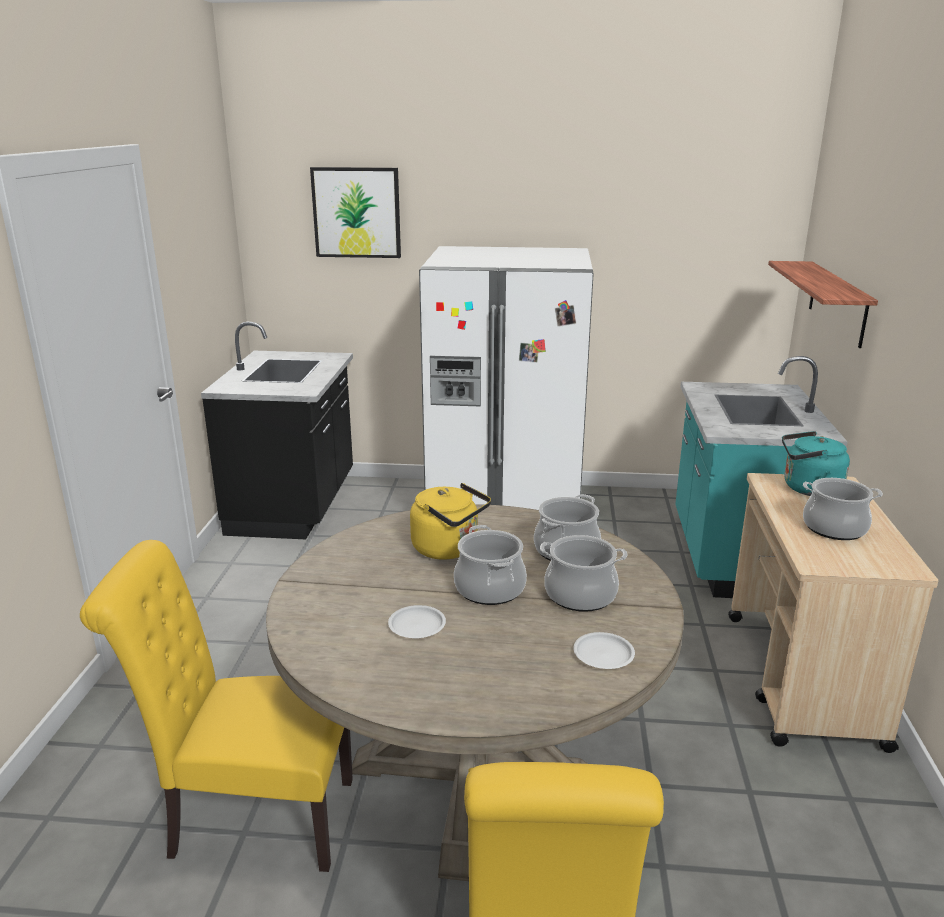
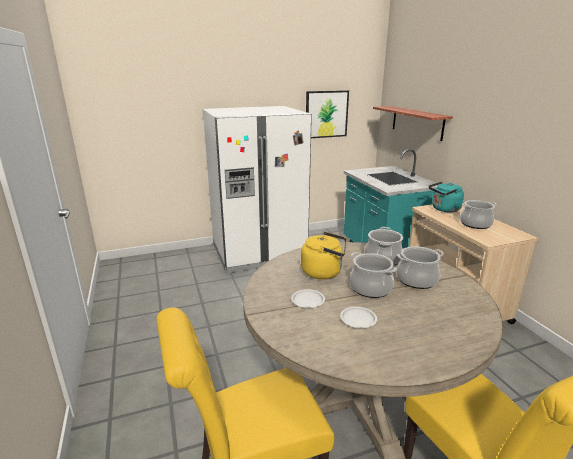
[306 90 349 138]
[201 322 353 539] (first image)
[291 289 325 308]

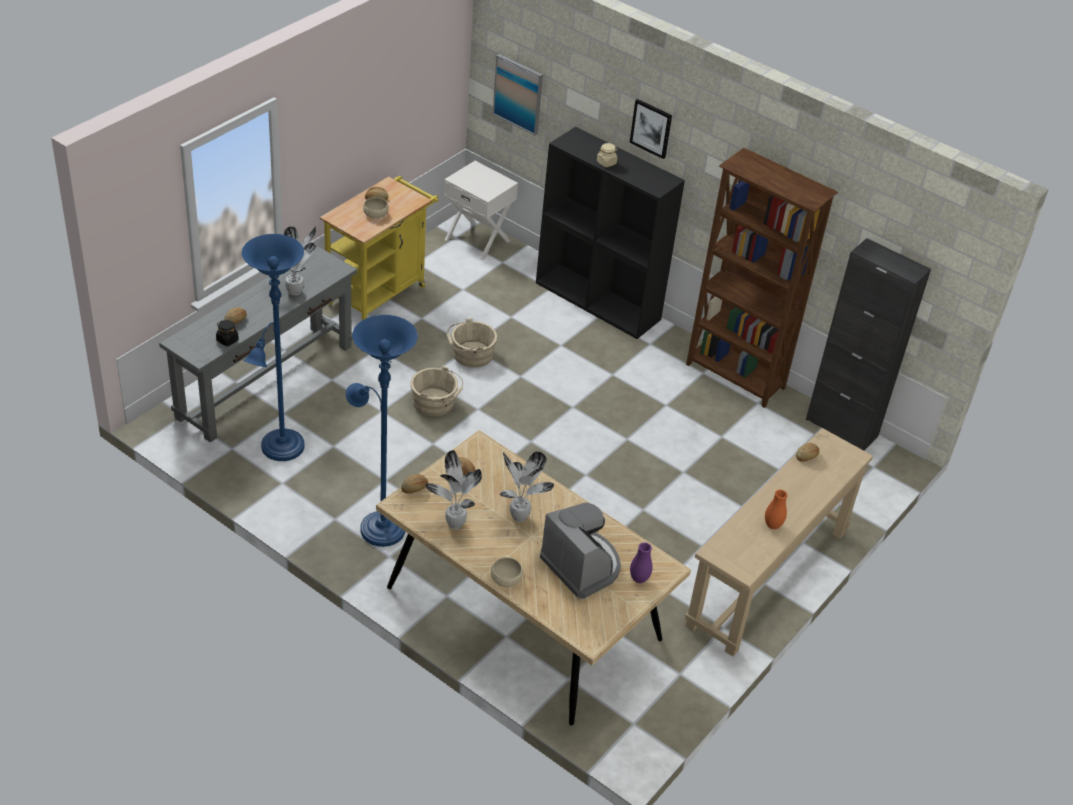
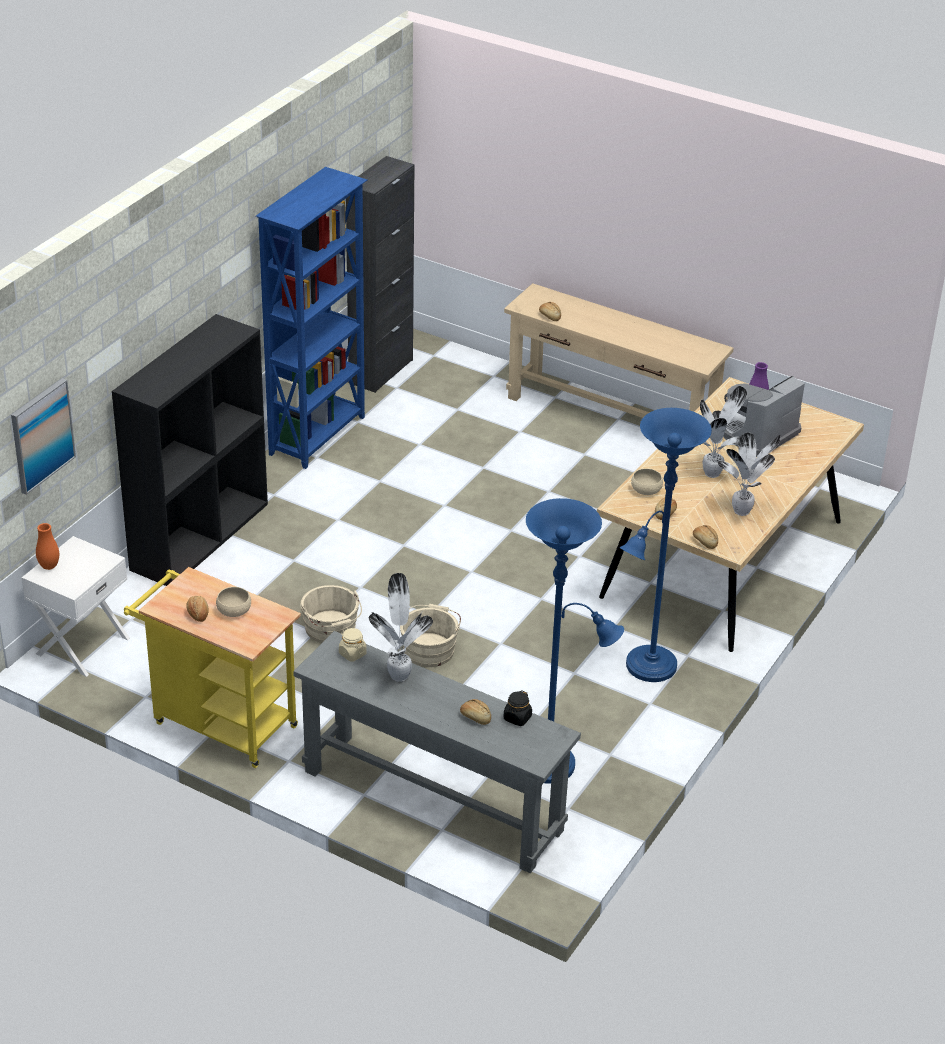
[630 99 672 159] (first image)
[339 628 367 662]
[256 167 367 469]
[36 523 59 570]
[631 468 663 495]

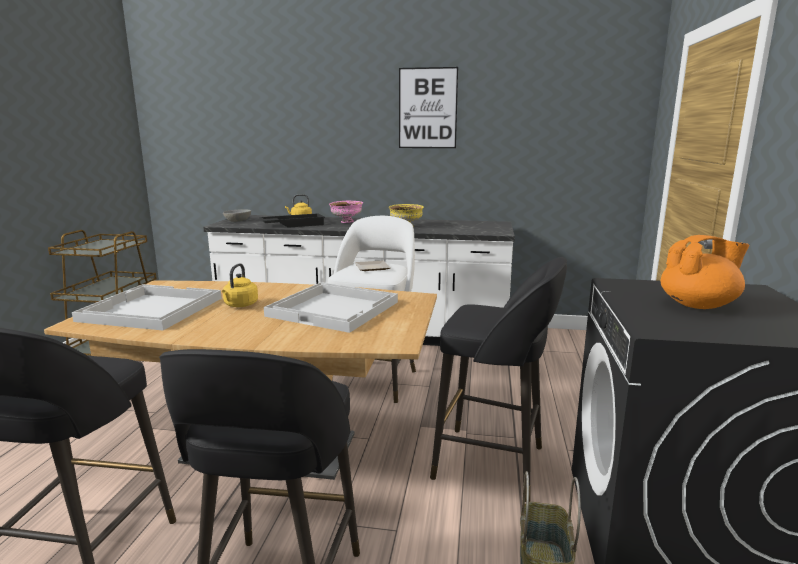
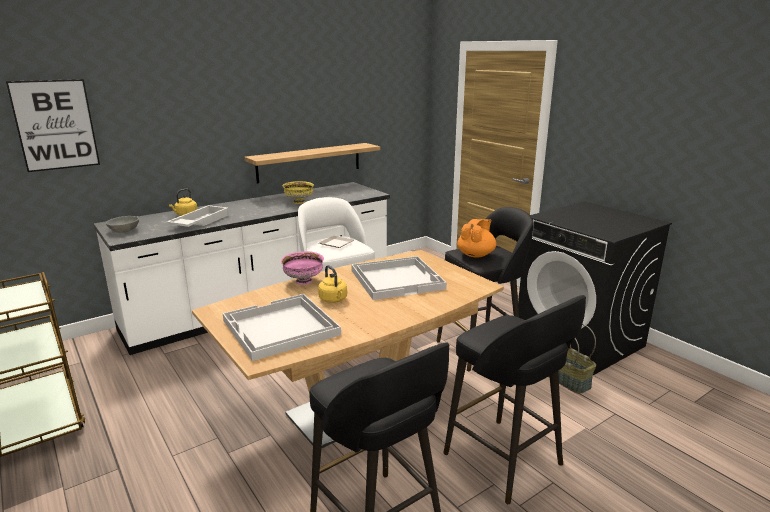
[6 79 100 172]
[281 251 324 285]
[166 205 228 227]
[457 219 496 257]
[244 143 380 184]

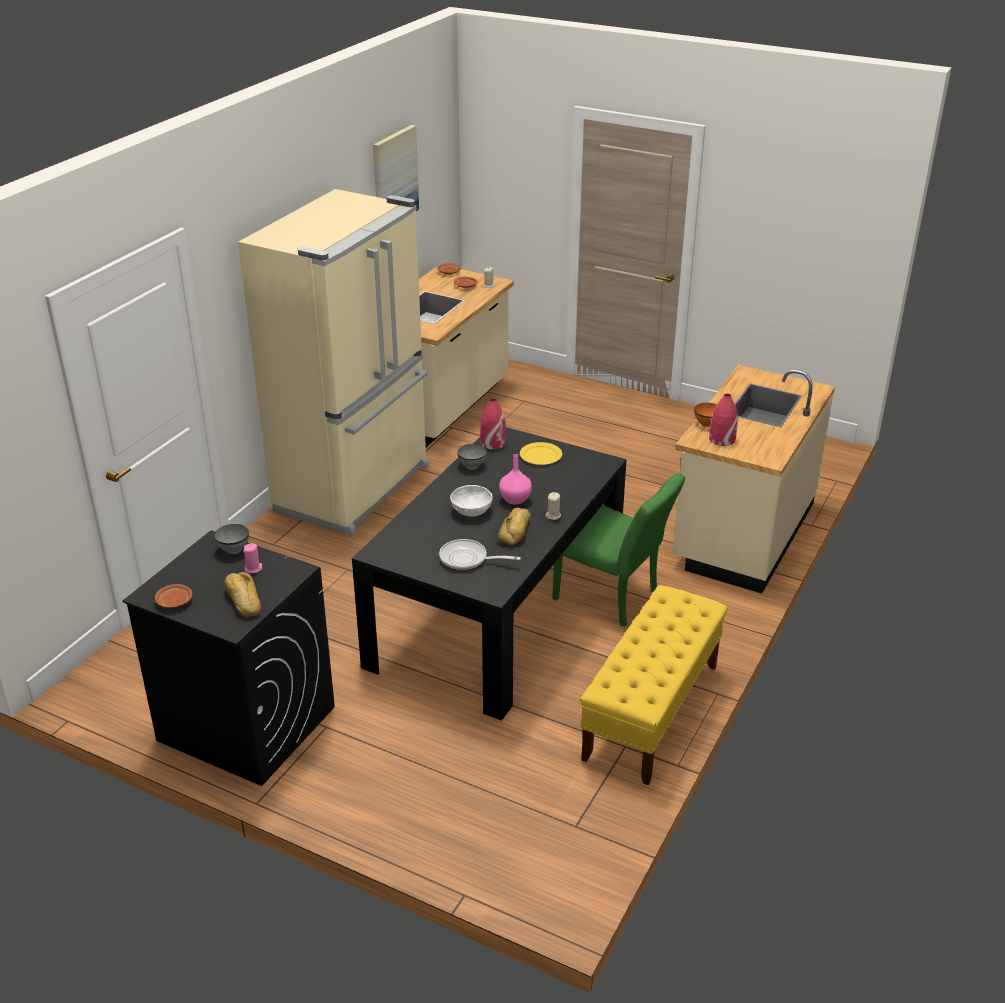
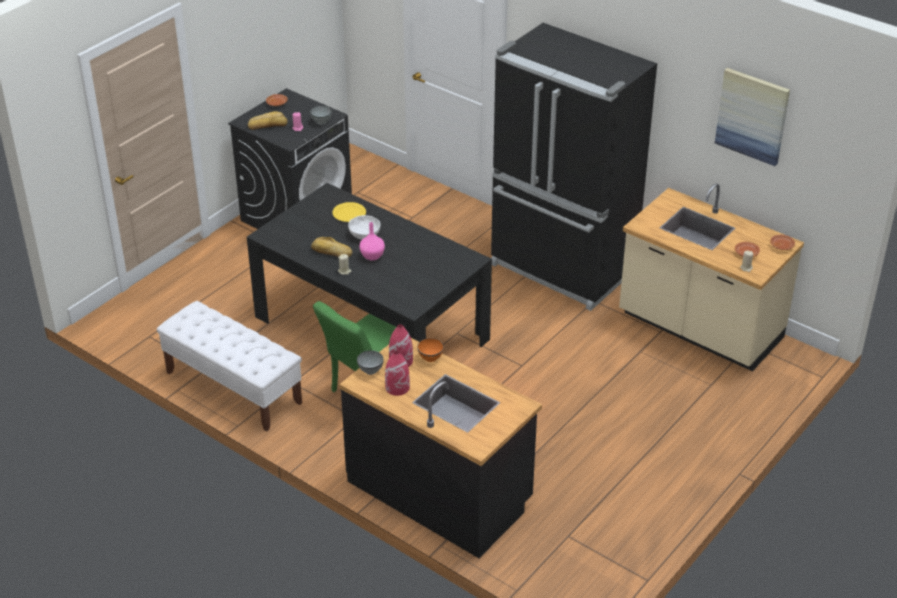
[491 23 657 311]
[339 338 542 558]
[385 350 410 396]
[332 202 366 222]
[357 350 384 375]
[439 539 521 570] (first image)
[157 301 302 431]

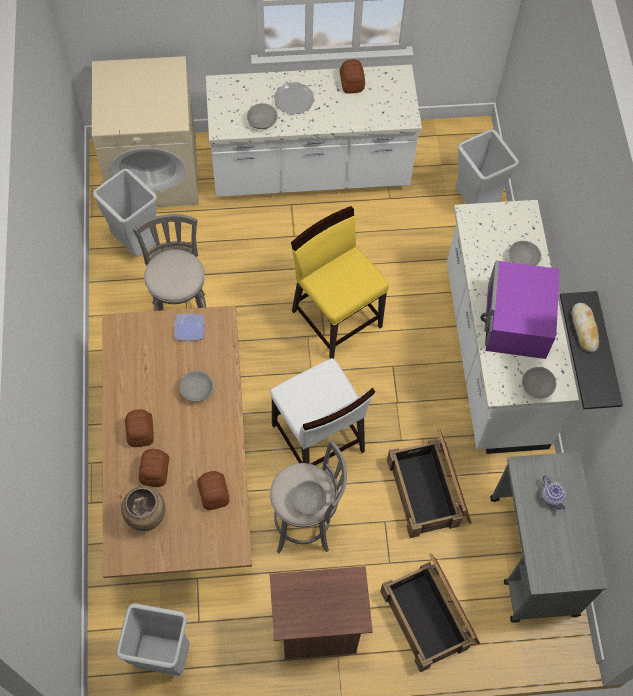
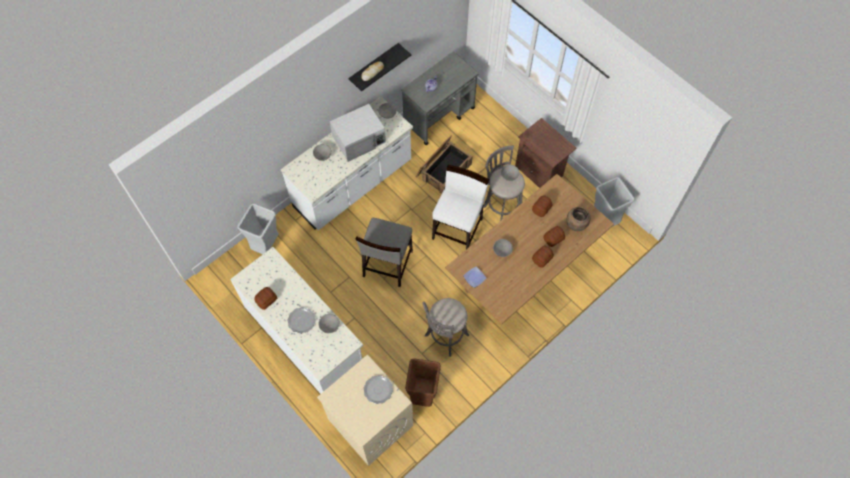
[405 358 441 407]
[356 218 413 287]
[330 104 386 162]
[380 553 480 672] (first image)
[363 375 393 404]

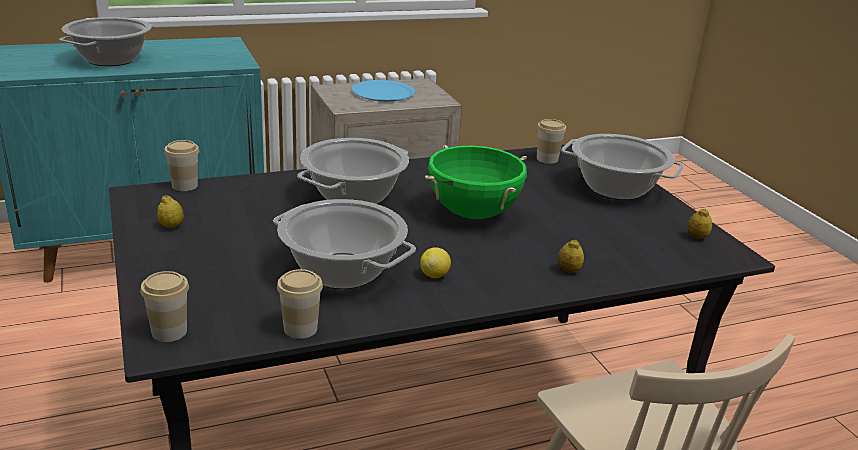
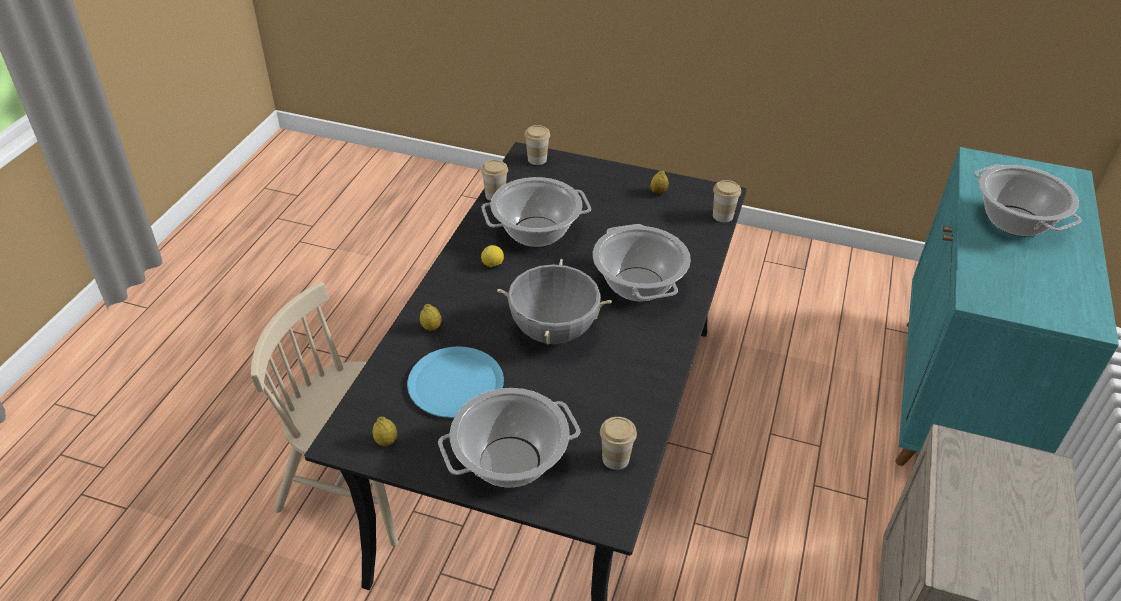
[407 347 504 418]
[497 259 612 344]

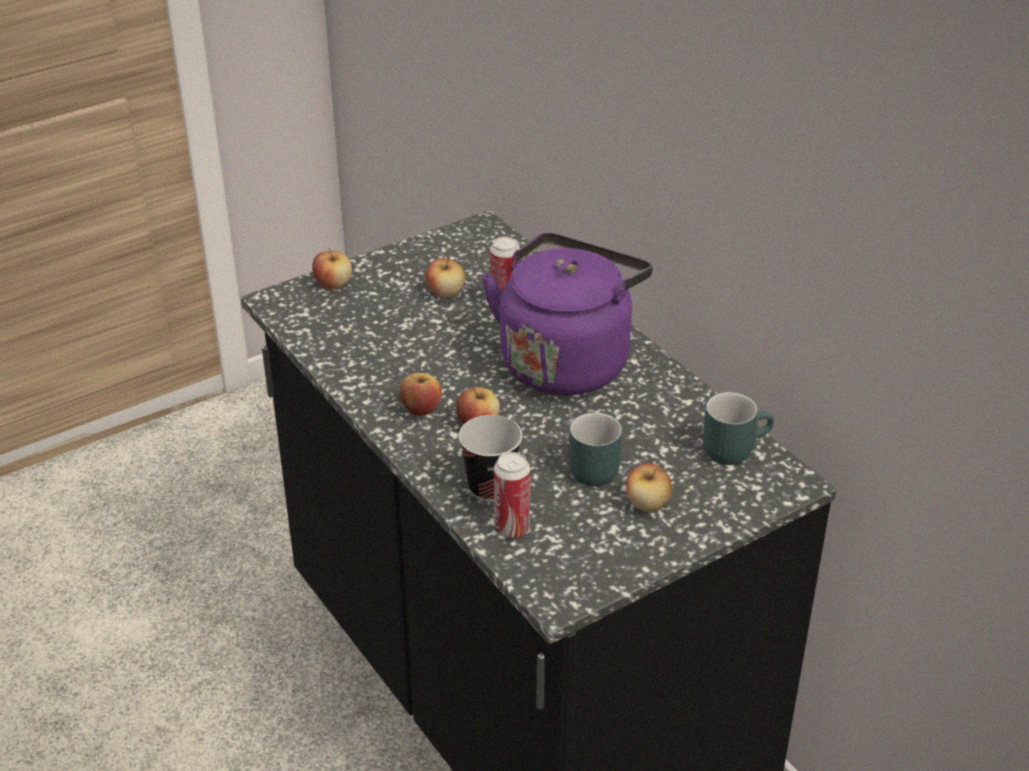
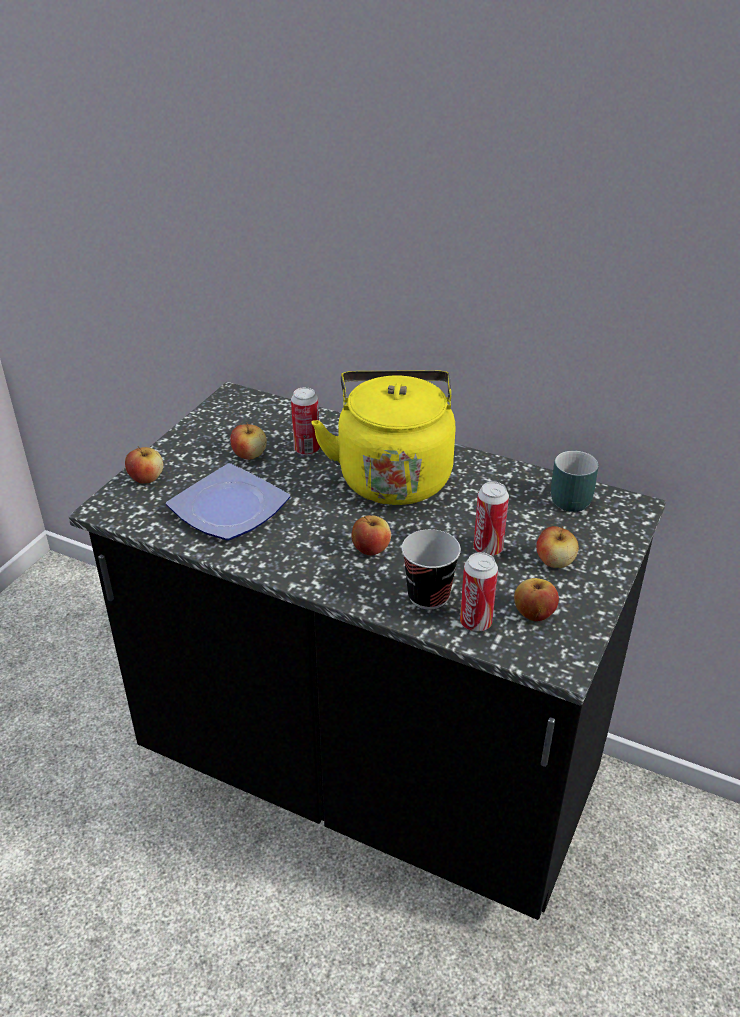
[312 370 456 505]
[514 578 559 621]
[474 481 509 556]
[166 463 290 541]

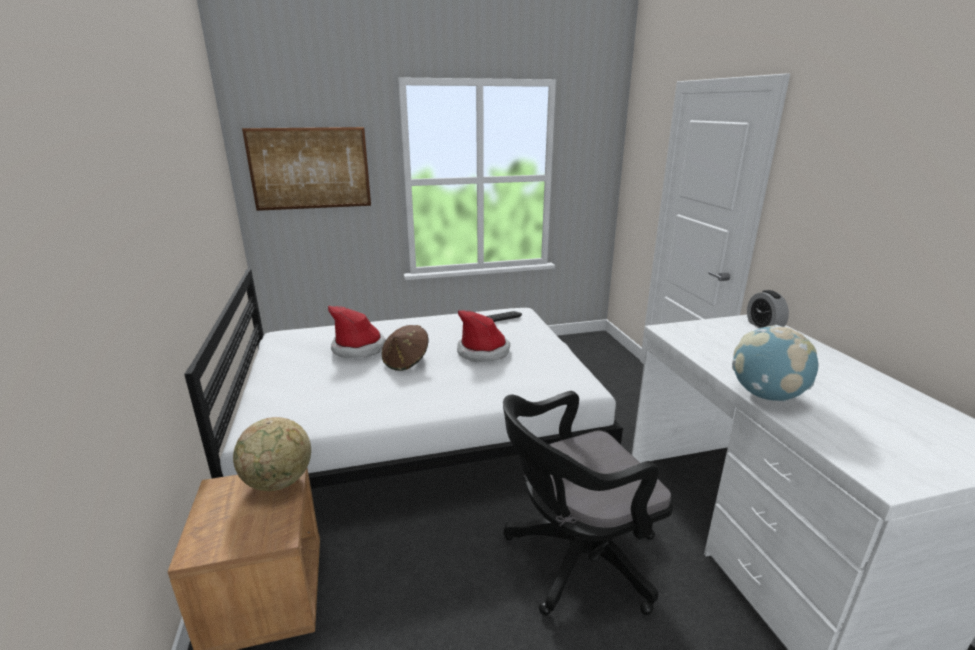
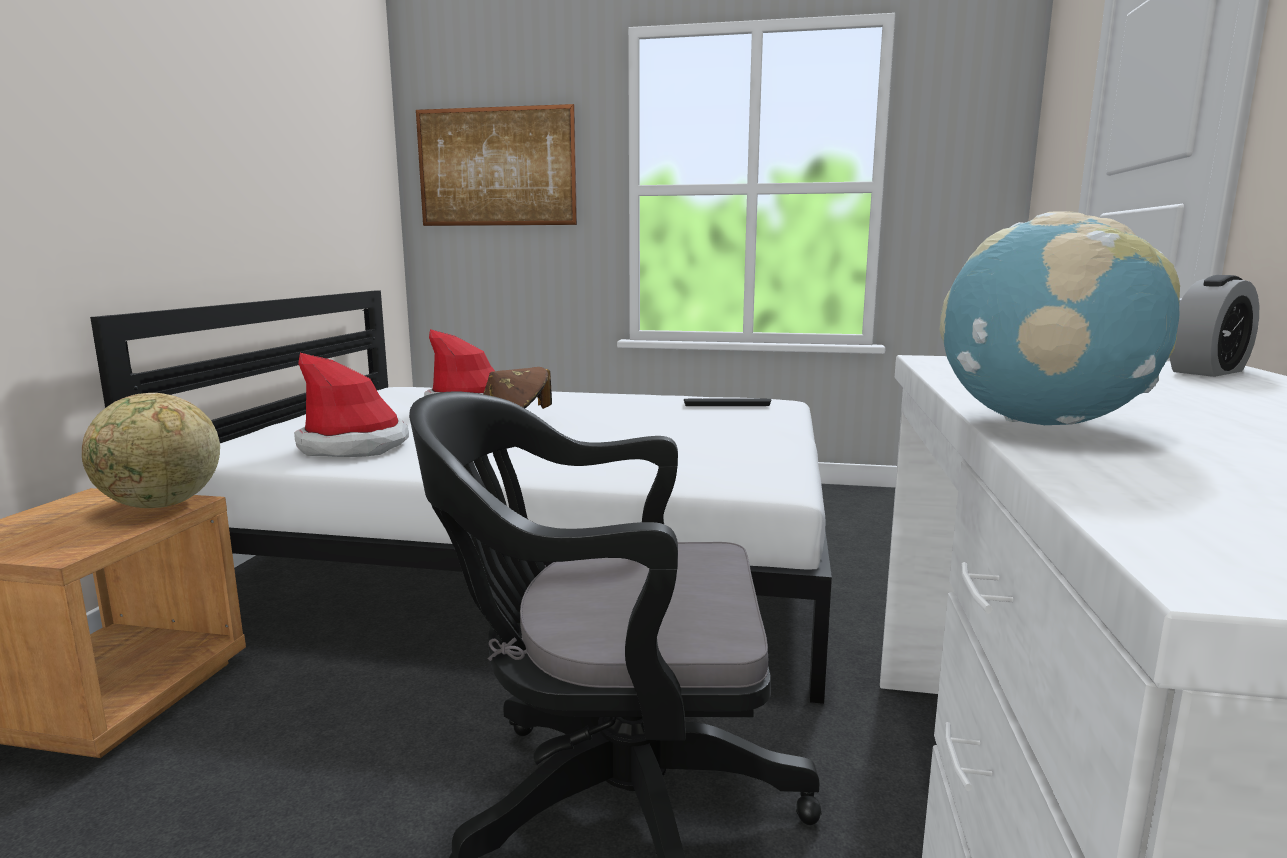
[1170 275 1259 377]
[294 353 409 457]

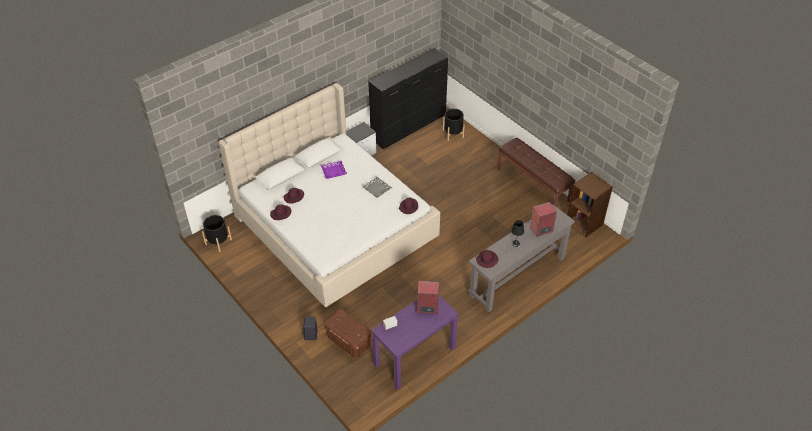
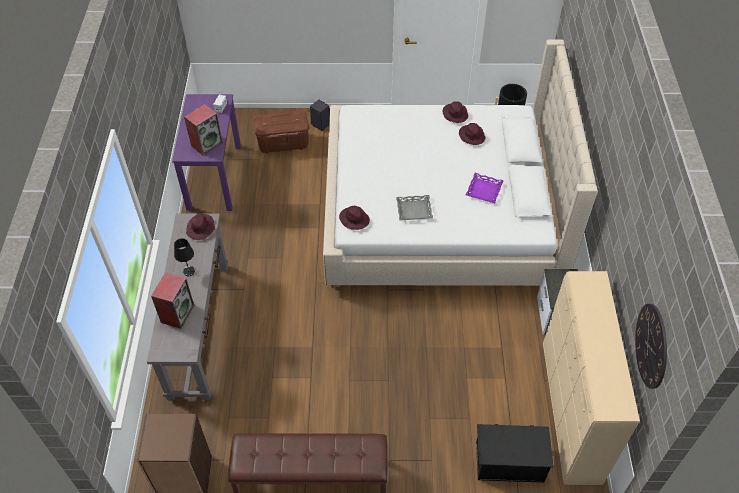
[543 271 640 485]
[476 423 554 483]
[635 304 667 389]

